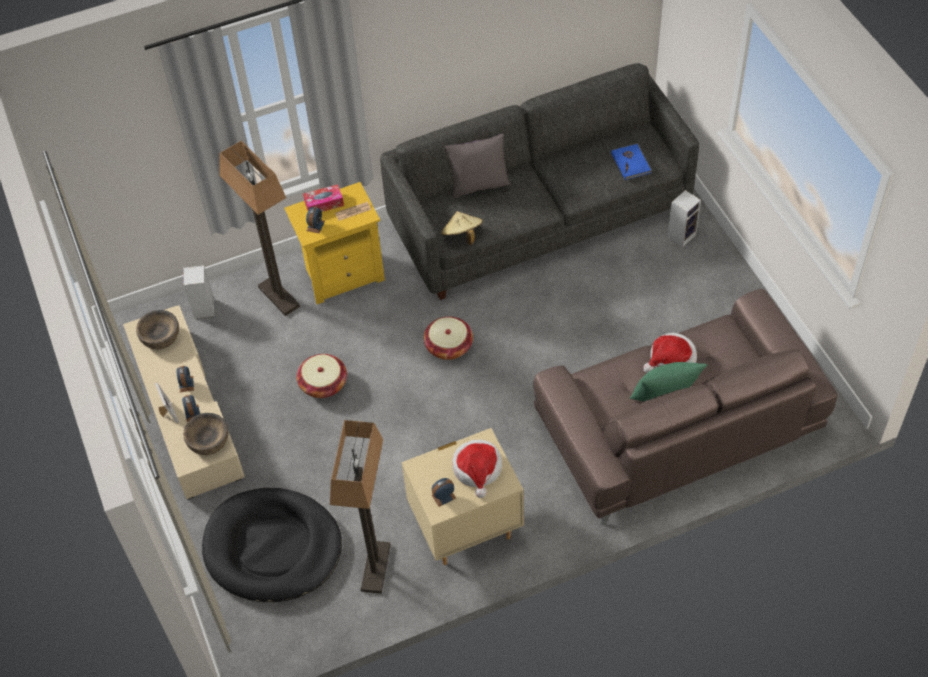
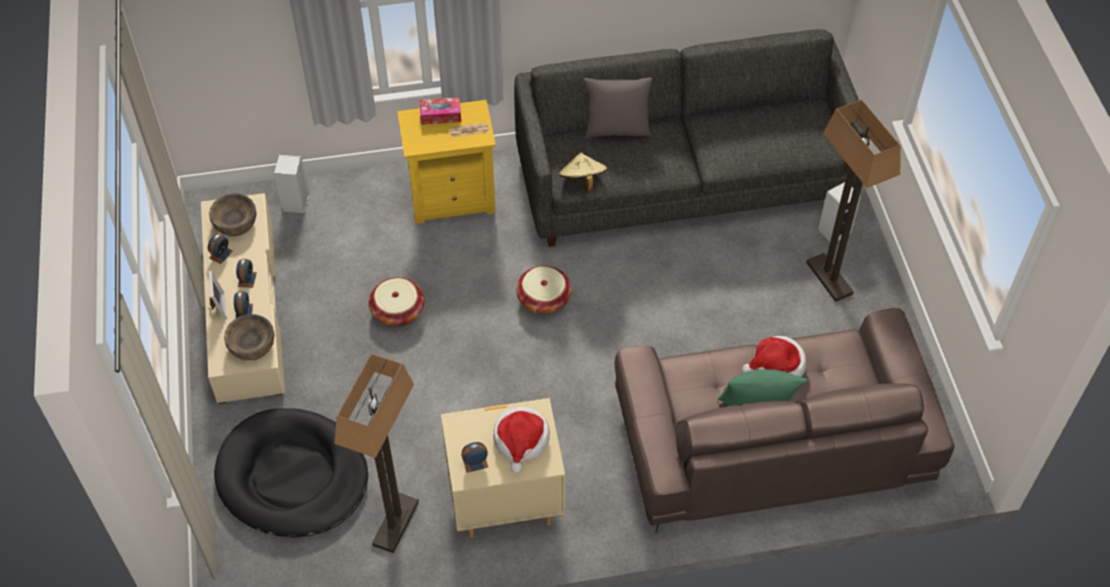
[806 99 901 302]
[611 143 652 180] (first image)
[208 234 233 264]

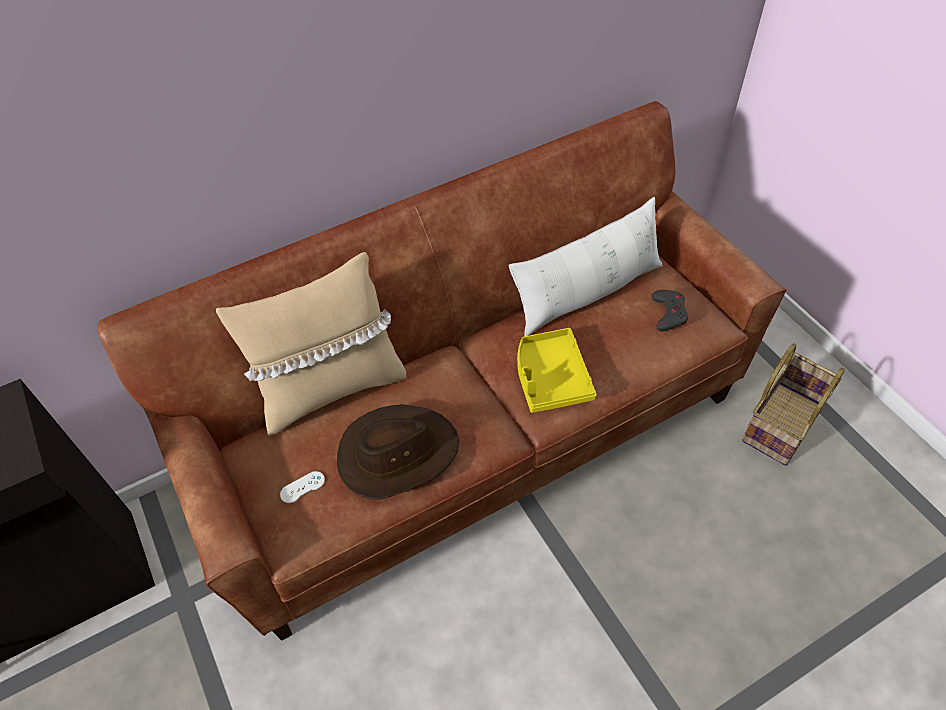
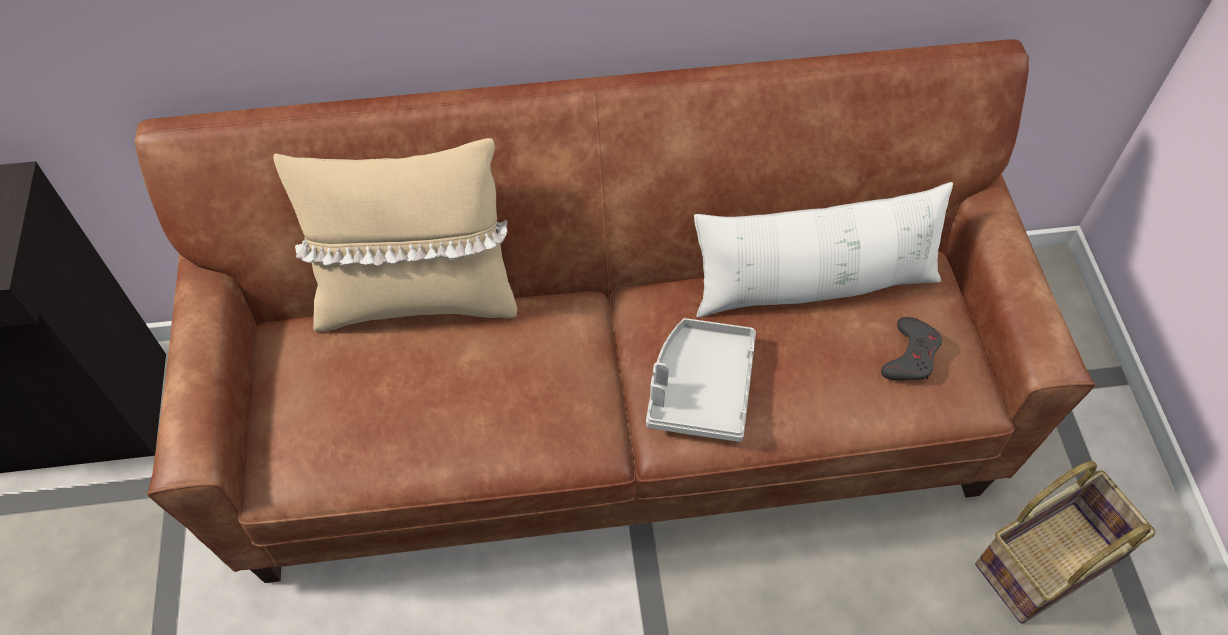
[646 318 756 442]
[337 404 459 500] (first image)
[280 471 325 503] (first image)

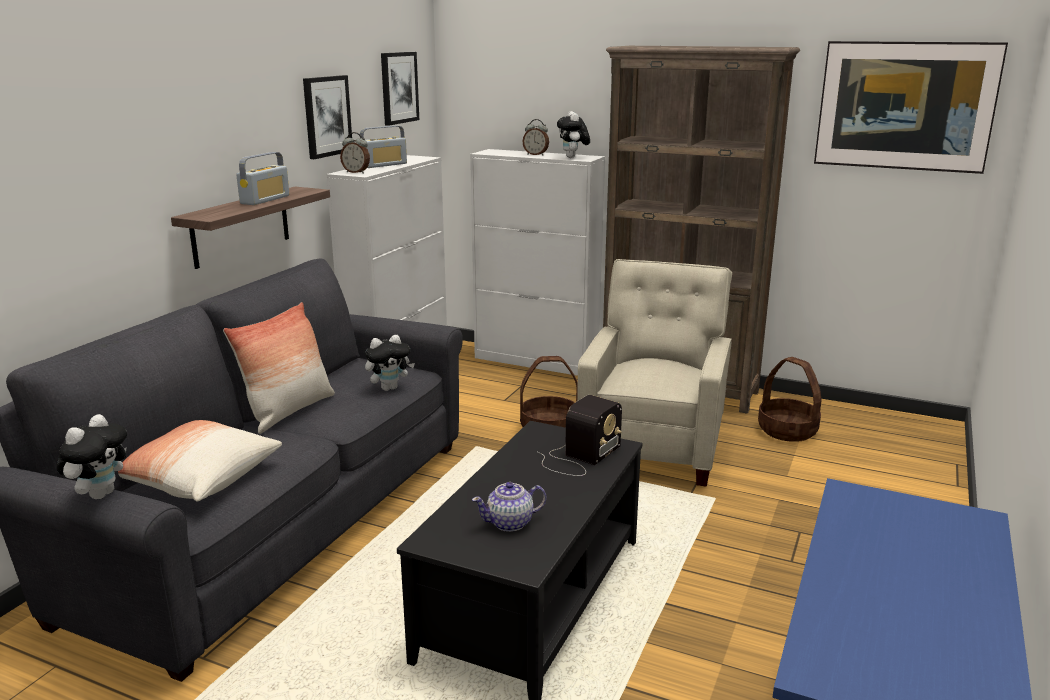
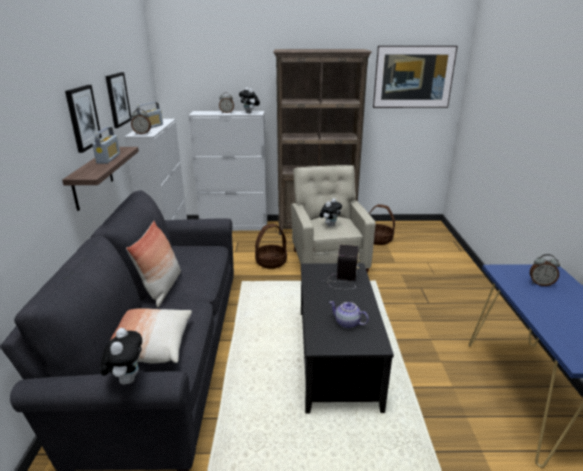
[65 85 102 153]
[319 198 342 227]
[329 301 369 329]
[530 254 560 286]

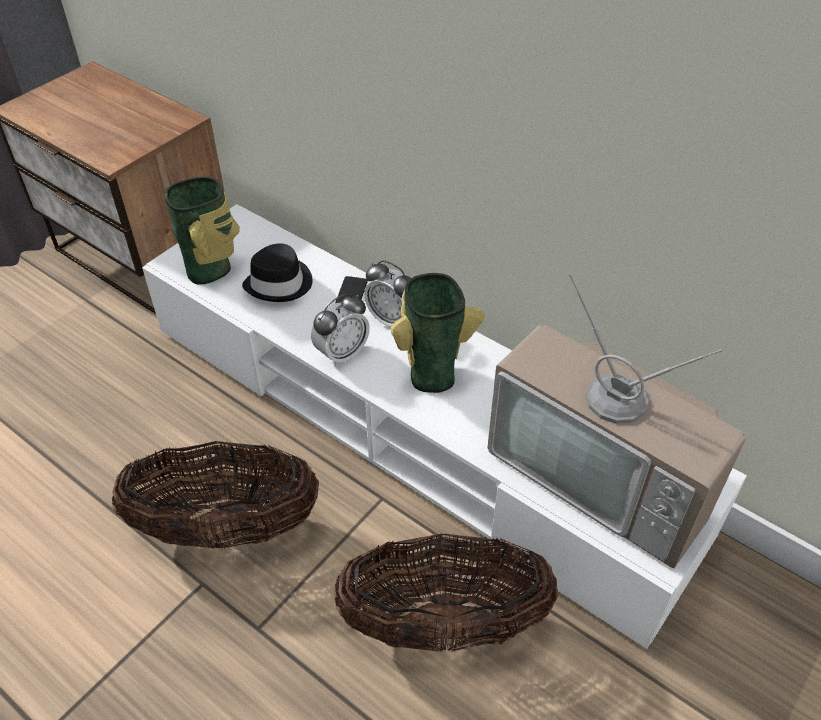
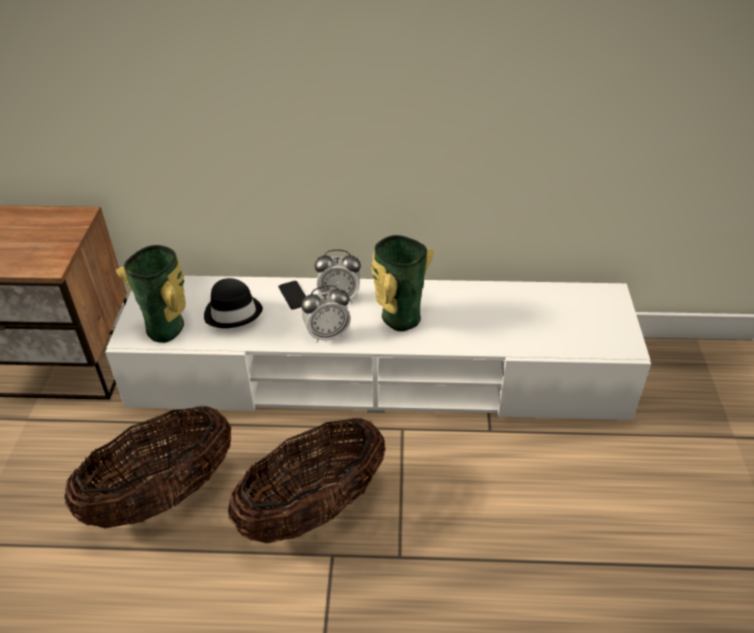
[487 273 746 568] (first image)
[301 285 351 343]
[65 406 231 529]

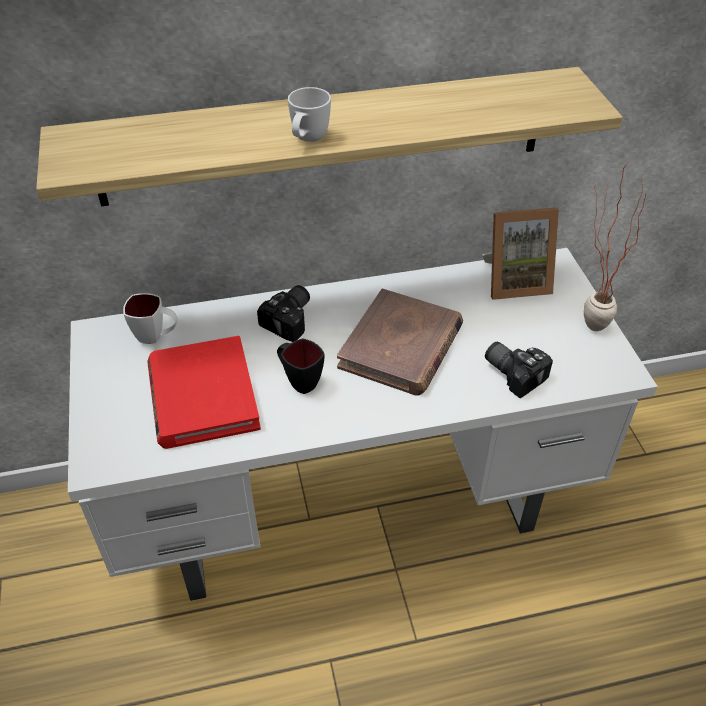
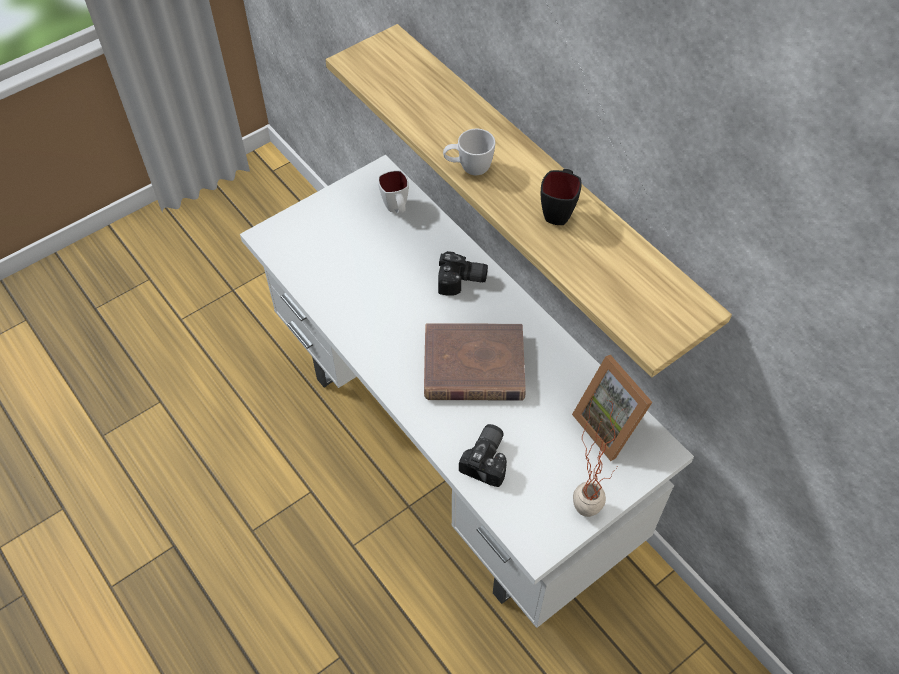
[147 336 261 449] (first image)
[541 169 582 225]

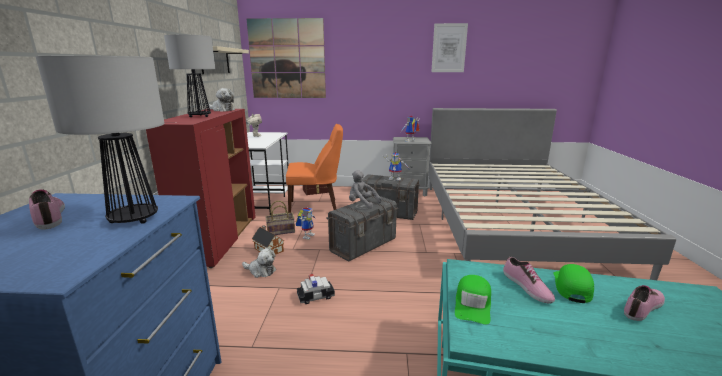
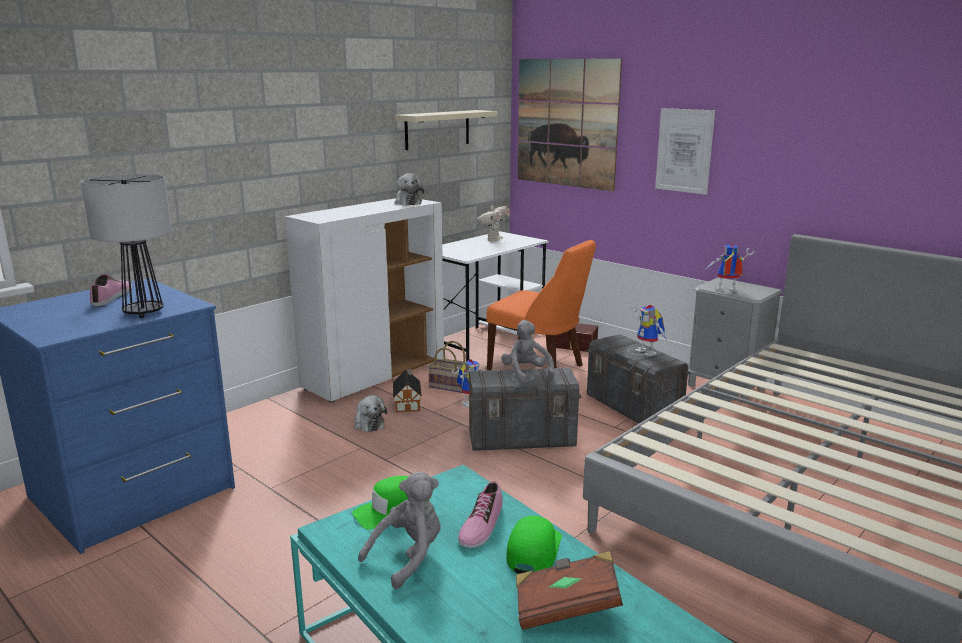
[655 108 715 195]
[164 34 215 117] (first image)
[285 198 444 402]
[506 516 562 574]
[297 274 335 304] (first image)
[516 551 623 630]
[358 471 441 589]

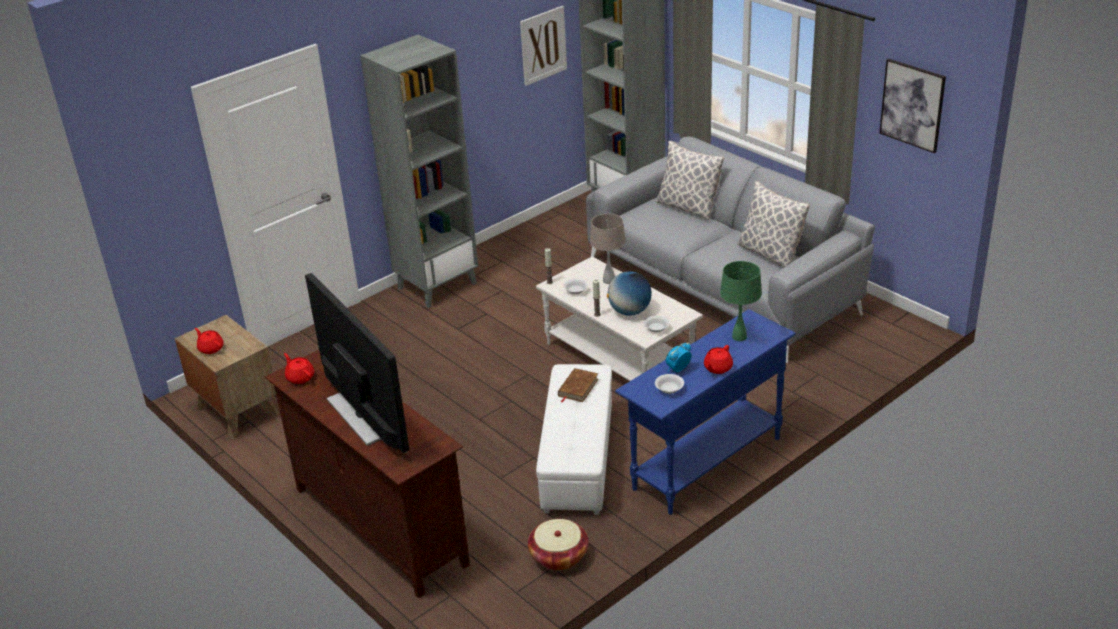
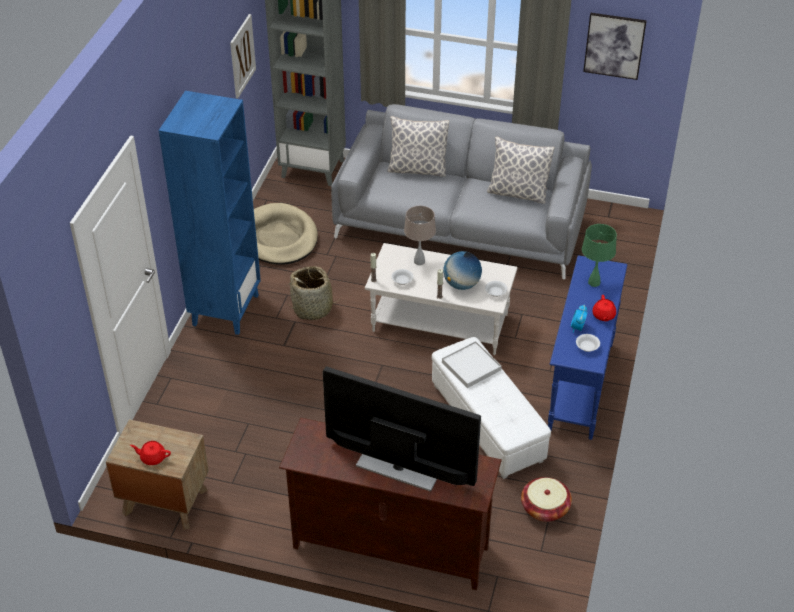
[158 91 261 335]
[284 353 314 384] (first image)
[442 341 502 388]
[254 203 318 265]
[287 266 342 320]

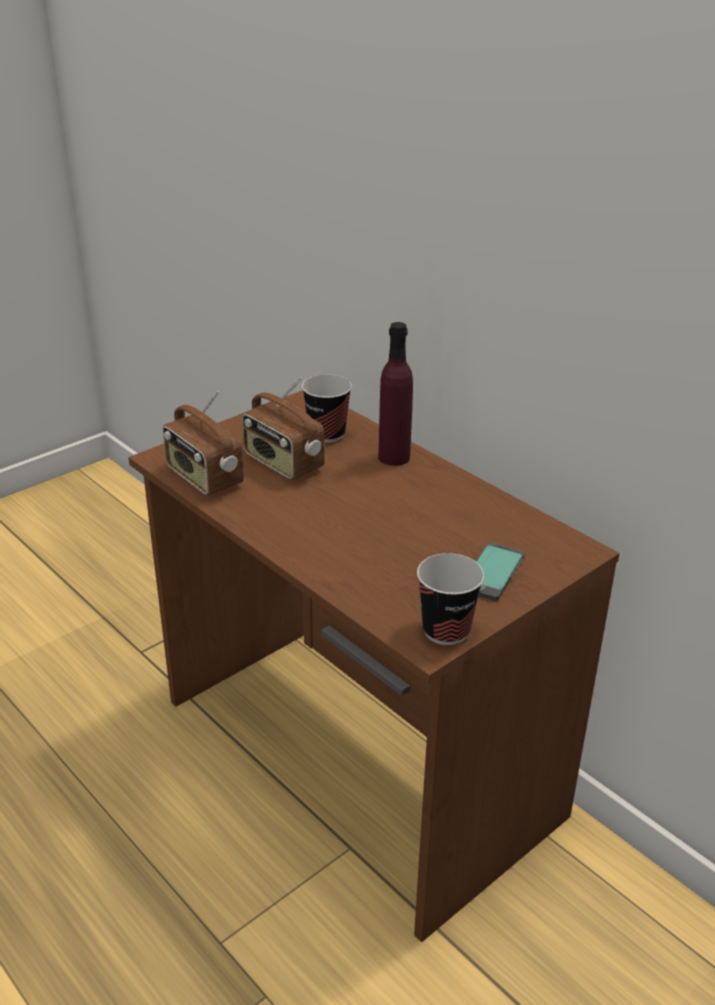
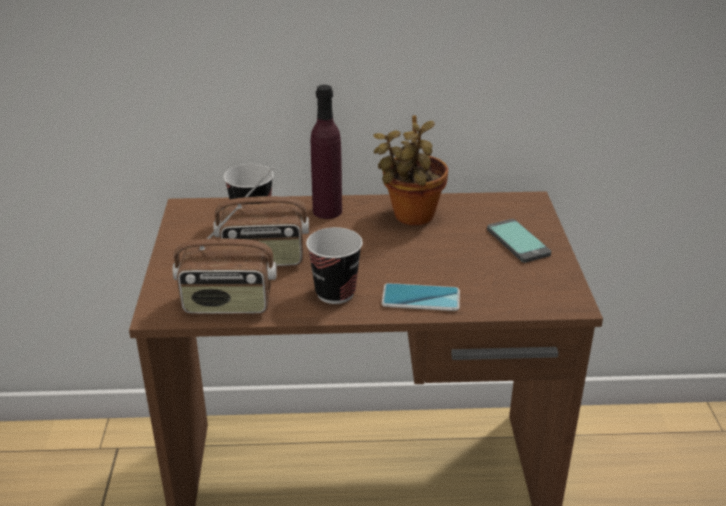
[306 227 363 304]
[373 115 448 225]
[382 283 460 311]

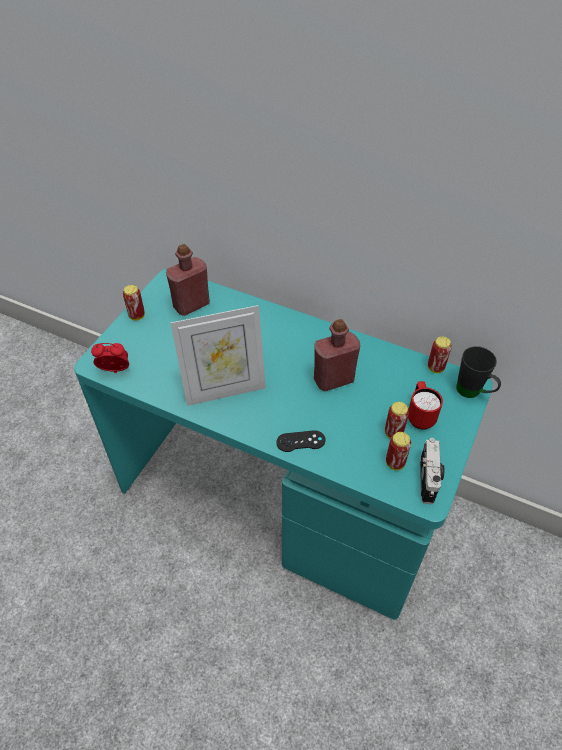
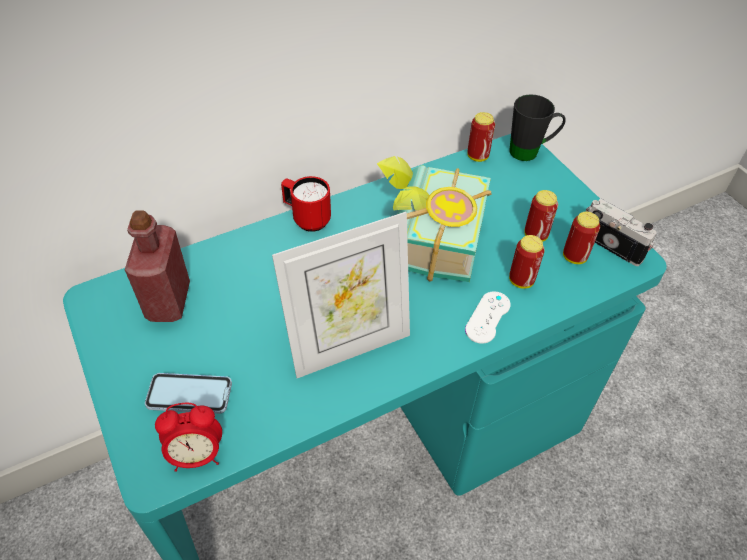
[509 235 545 289]
[272 212 410 378]
[377 156 492 282]
[155 403 222 472]
[281 176 331 232]
[465 291 511 344]
[145 373 232 414]

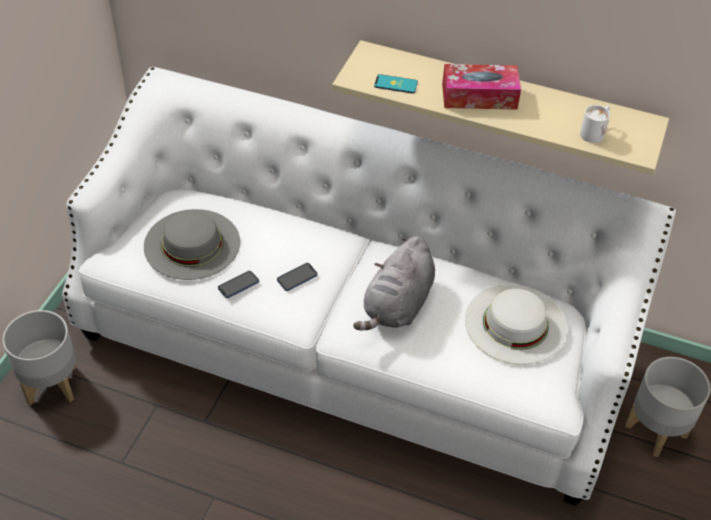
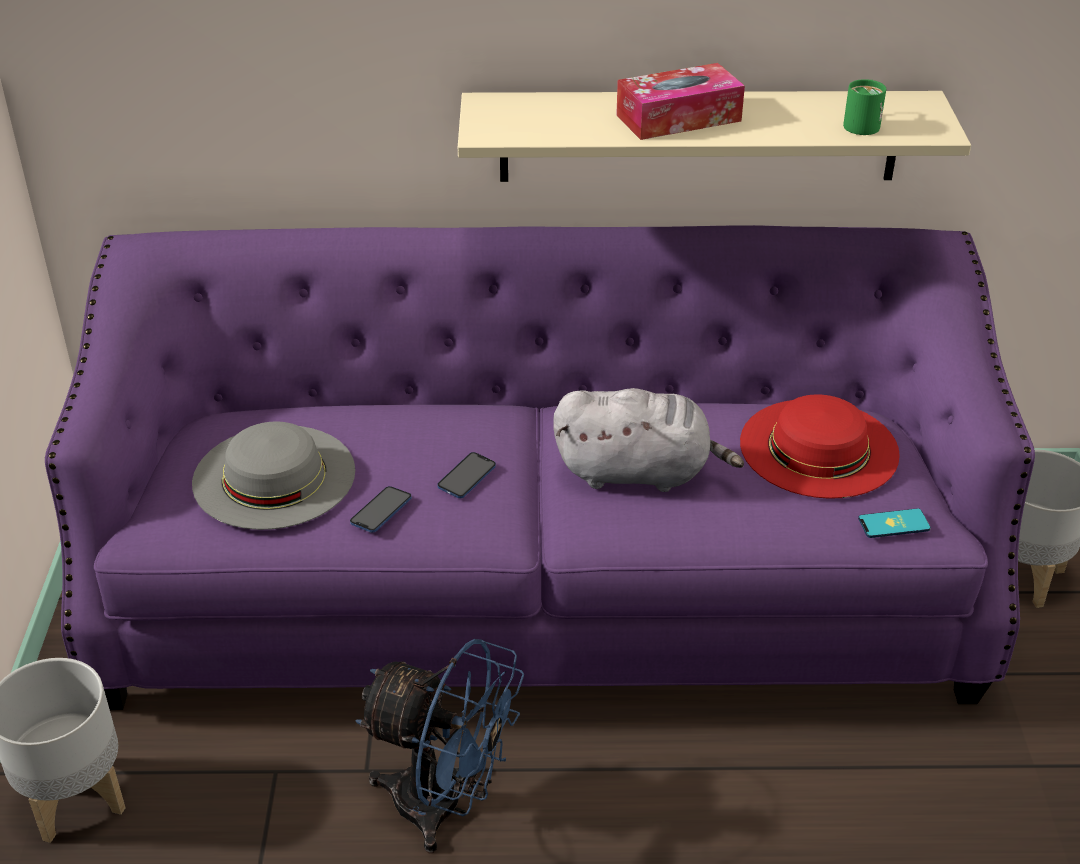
[45 225 1035 710]
[858 508 931 538]
[843 79 886 135]
[553 388 744 492]
[740 395 900 499]
[355 639 524 853]

